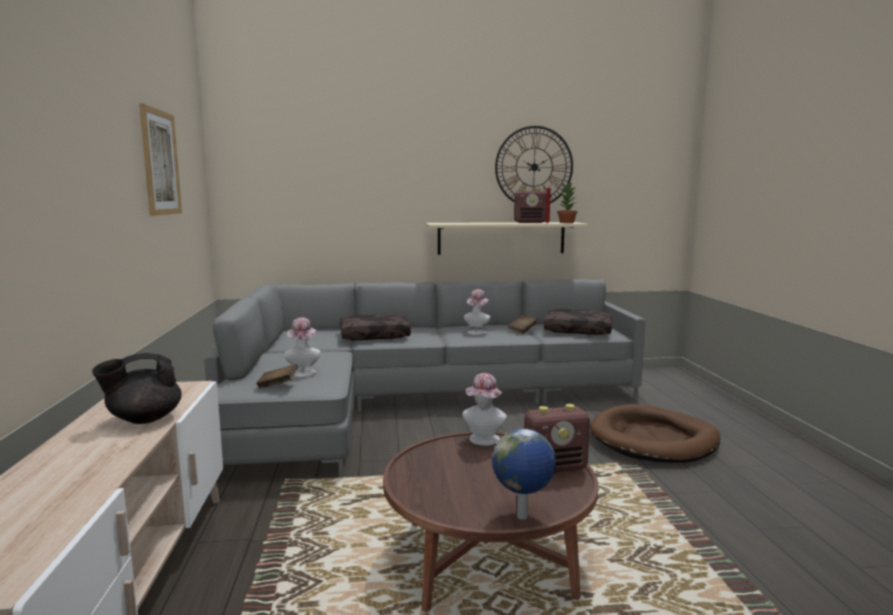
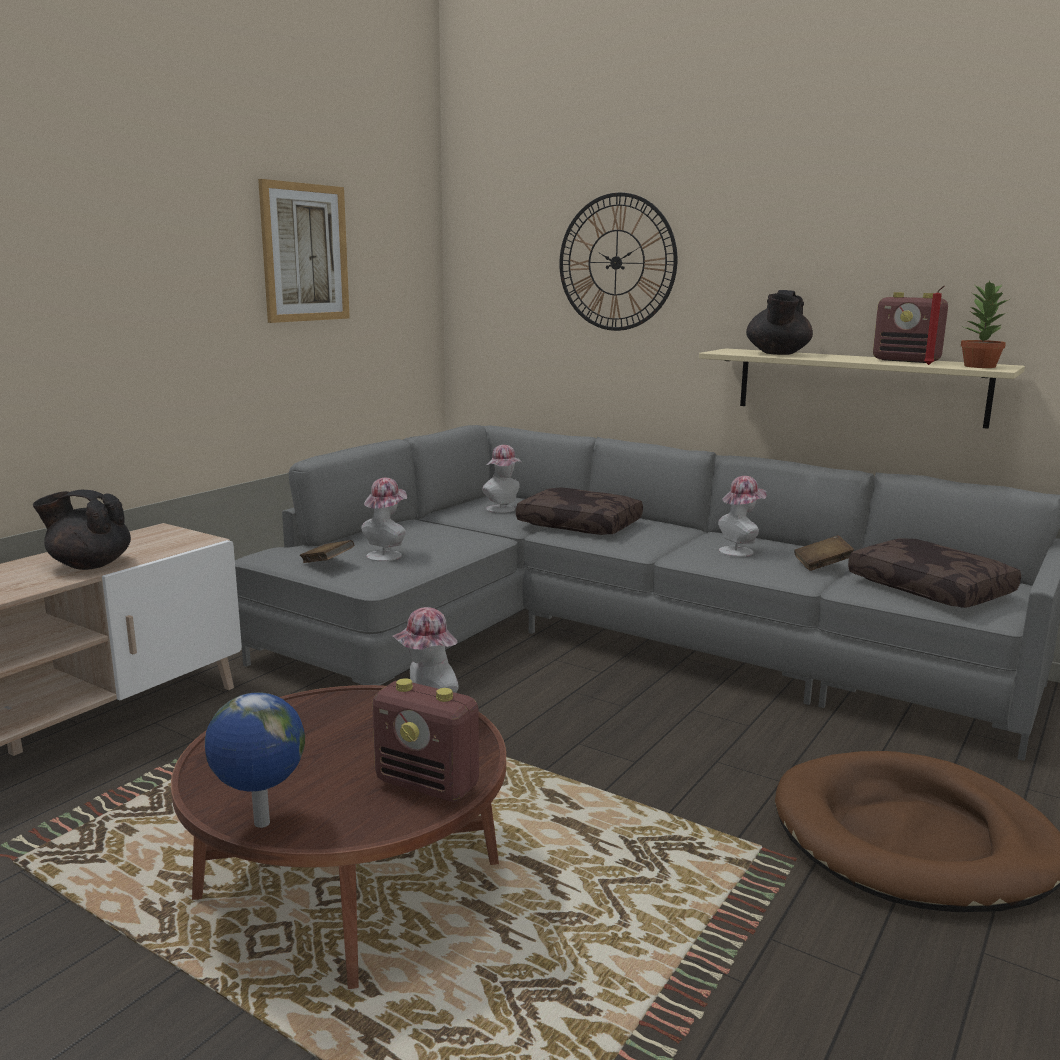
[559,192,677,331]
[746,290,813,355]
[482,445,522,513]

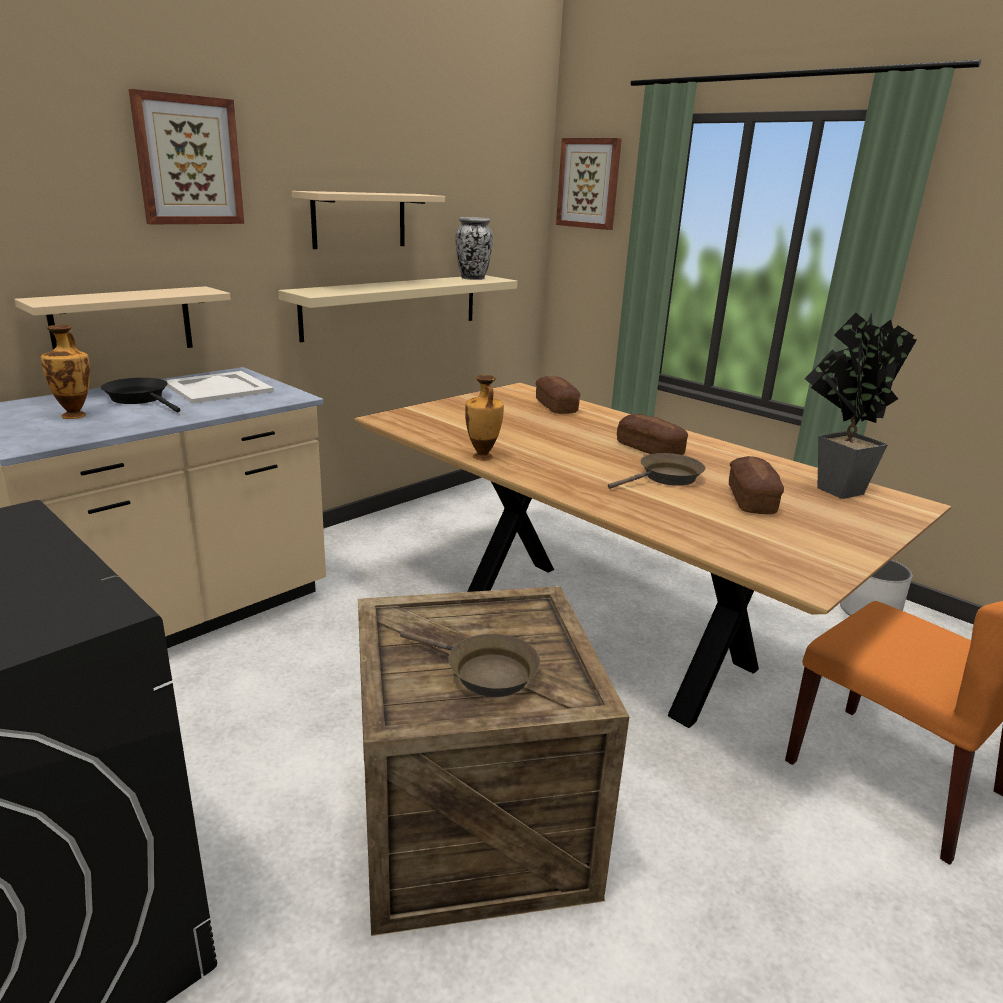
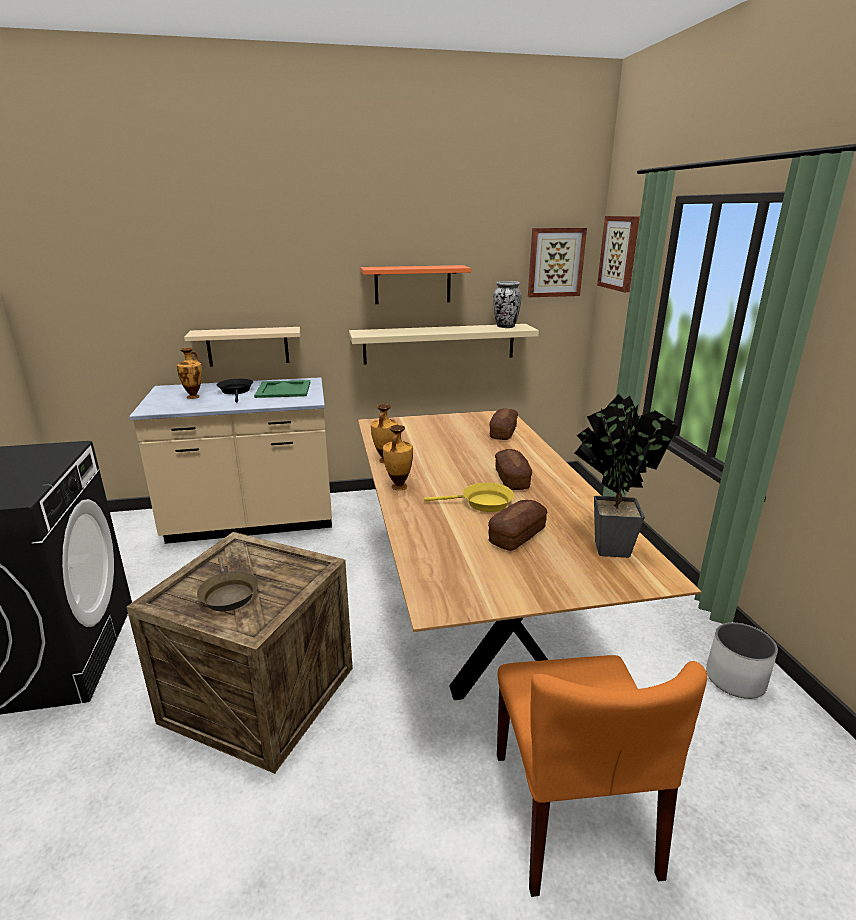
[528,228,587,297]
[360,265,471,304]
[254,380,310,398]
[424,483,514,512]
[383,425,413,490]

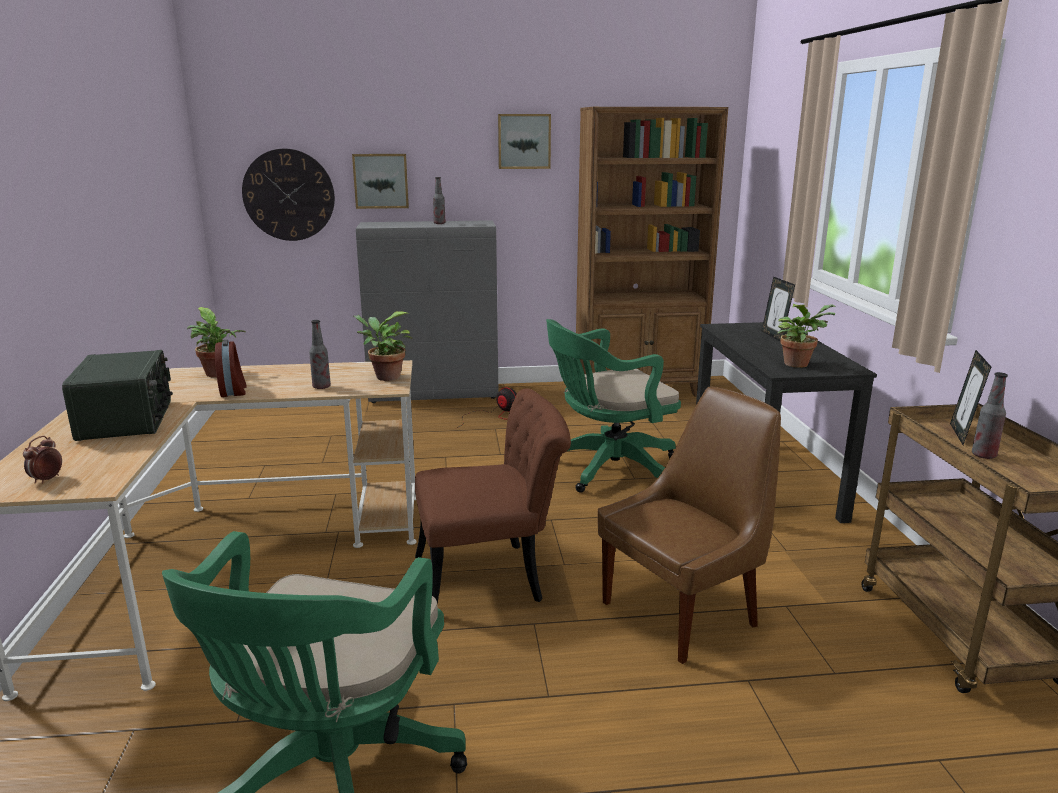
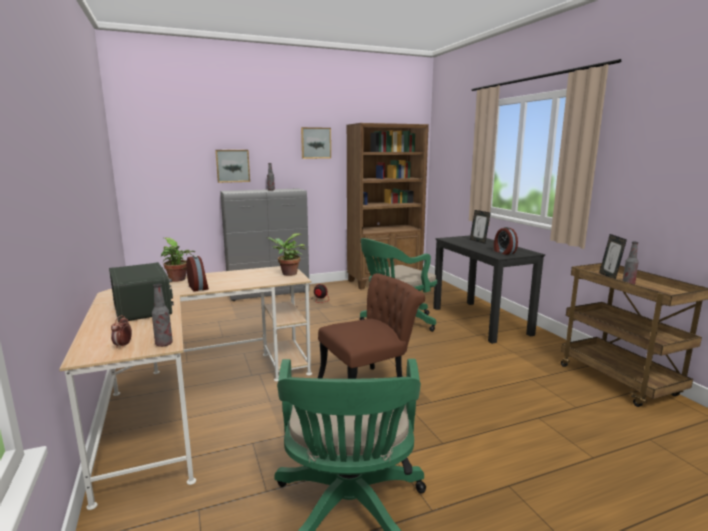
[242,149,335,241] (first image)
[494,227,518,255]
[152,284,173,347]
[597,386,781,664] (first image)

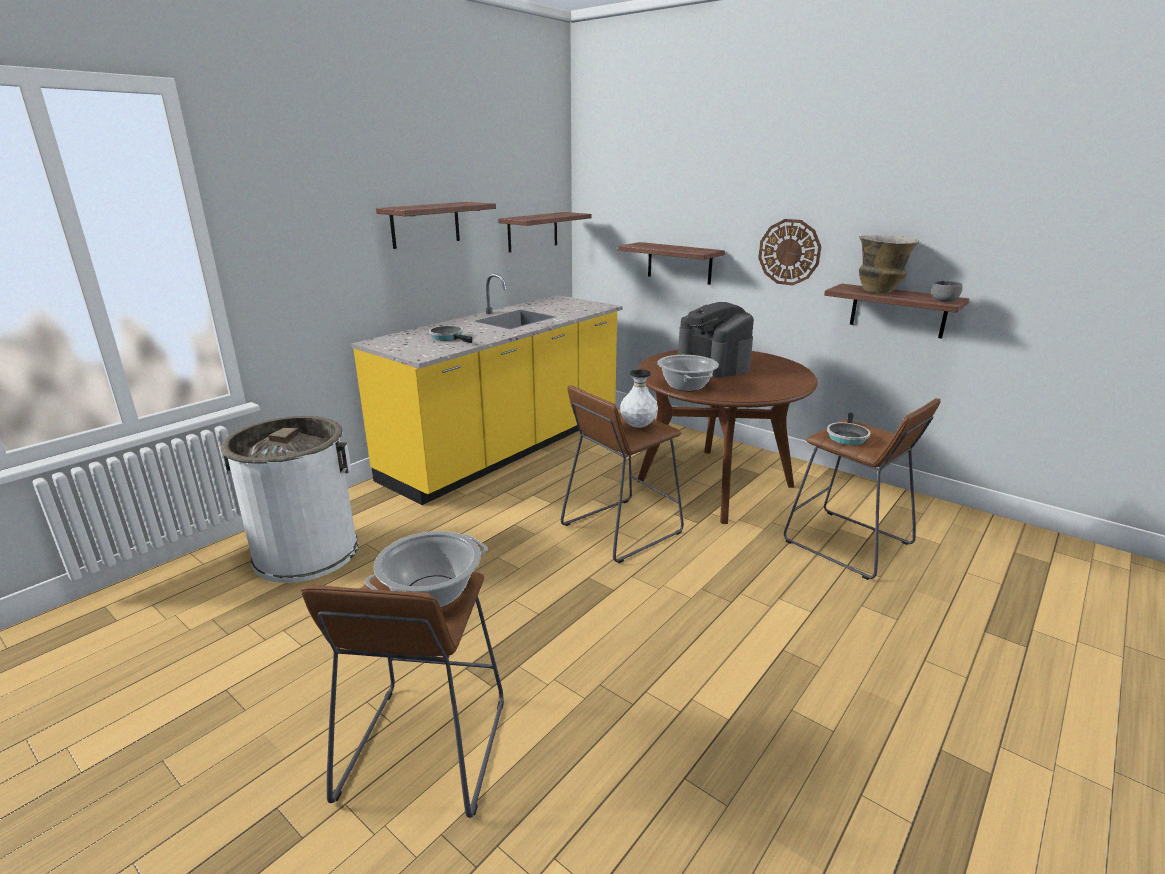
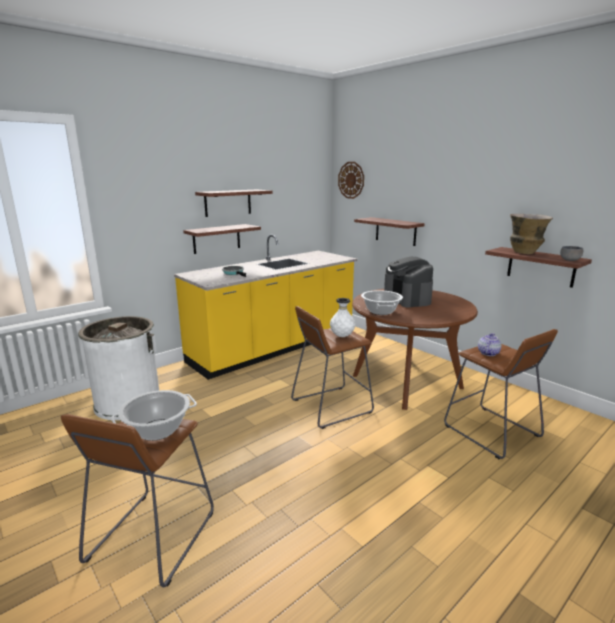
[183,224,261,254]
[338,162,364,199]
[478,333,501,356]

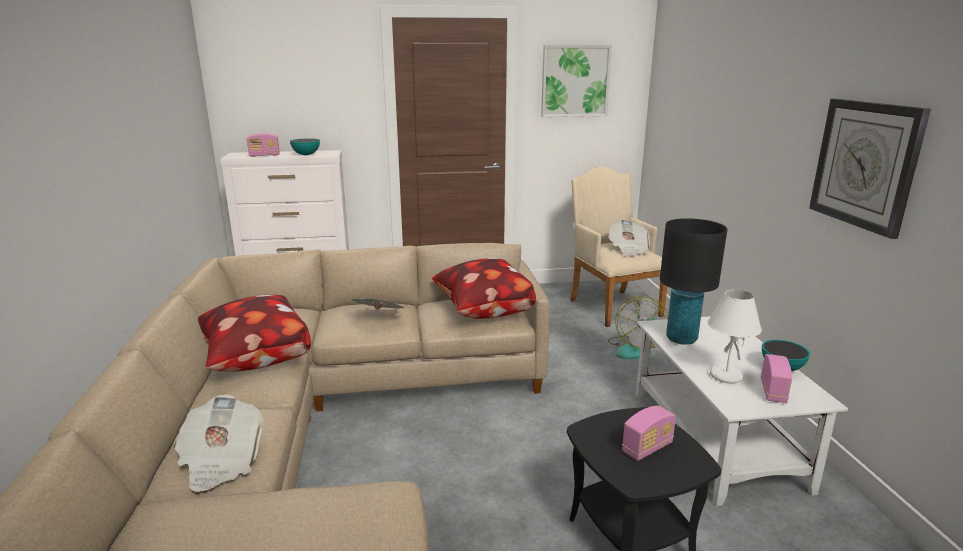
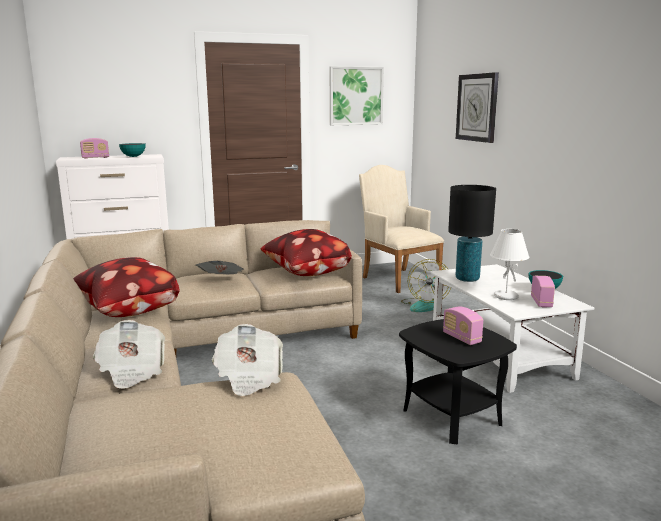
[456,72,499,143]
[212,324,283,396]
[443,307,483,345]

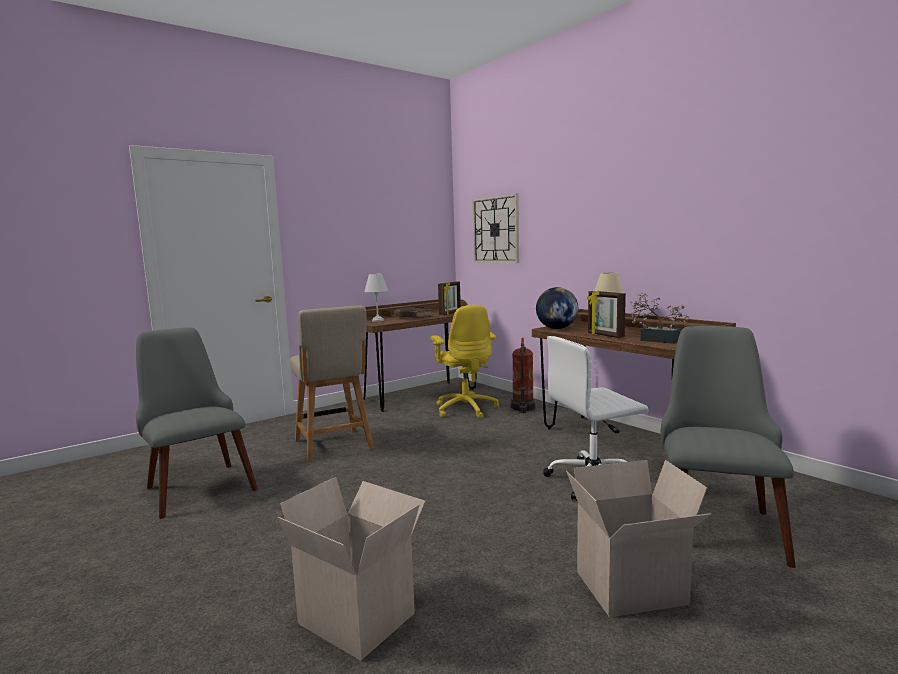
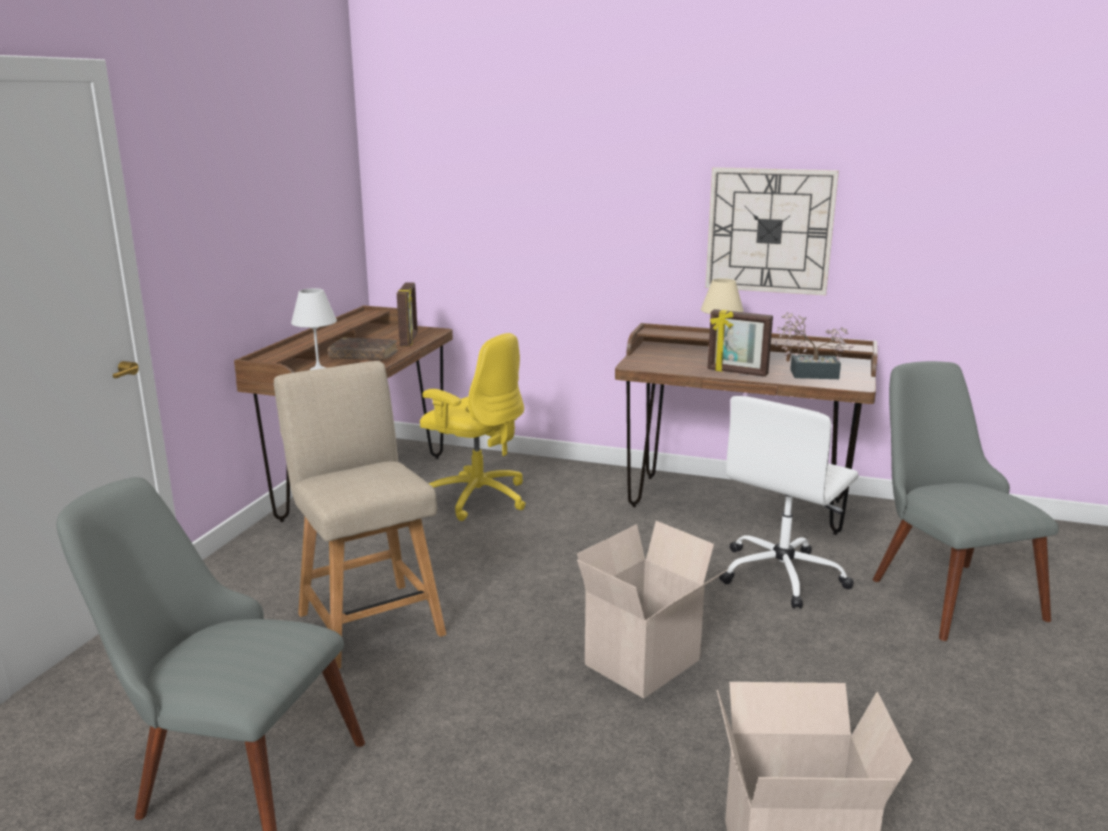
[705,167,839,296]
[536,287,578,329] (first image)
[274,361,447,669]
[510,338,536,413] (first image)
[577,521,728,699]

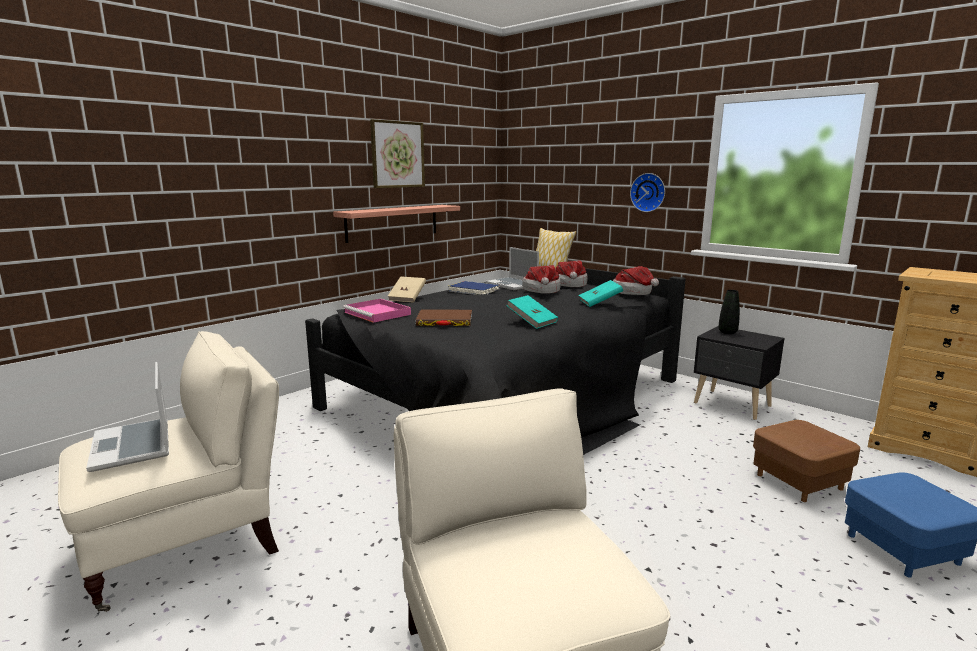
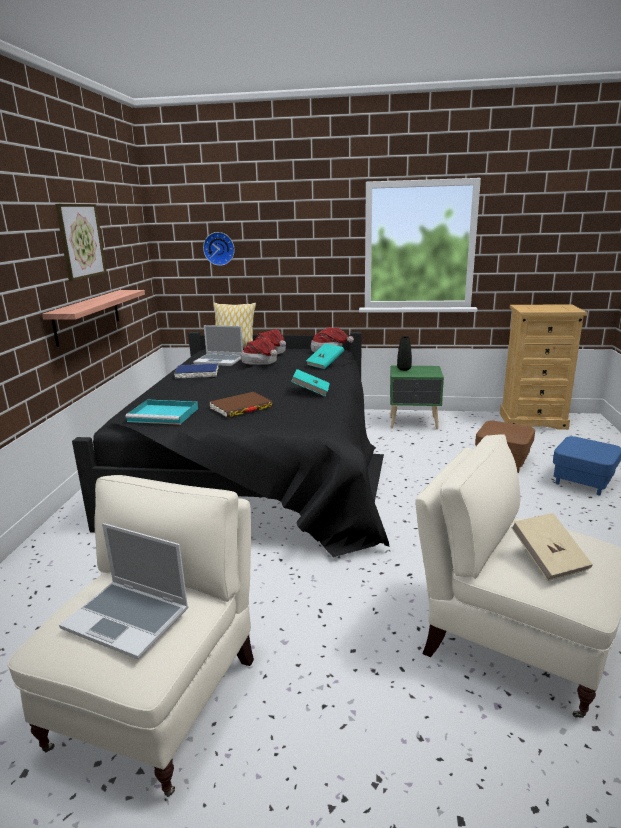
[203,232,235,266]
[511,513,593,581]
[125,399,198,425]
[390,366,444,429]

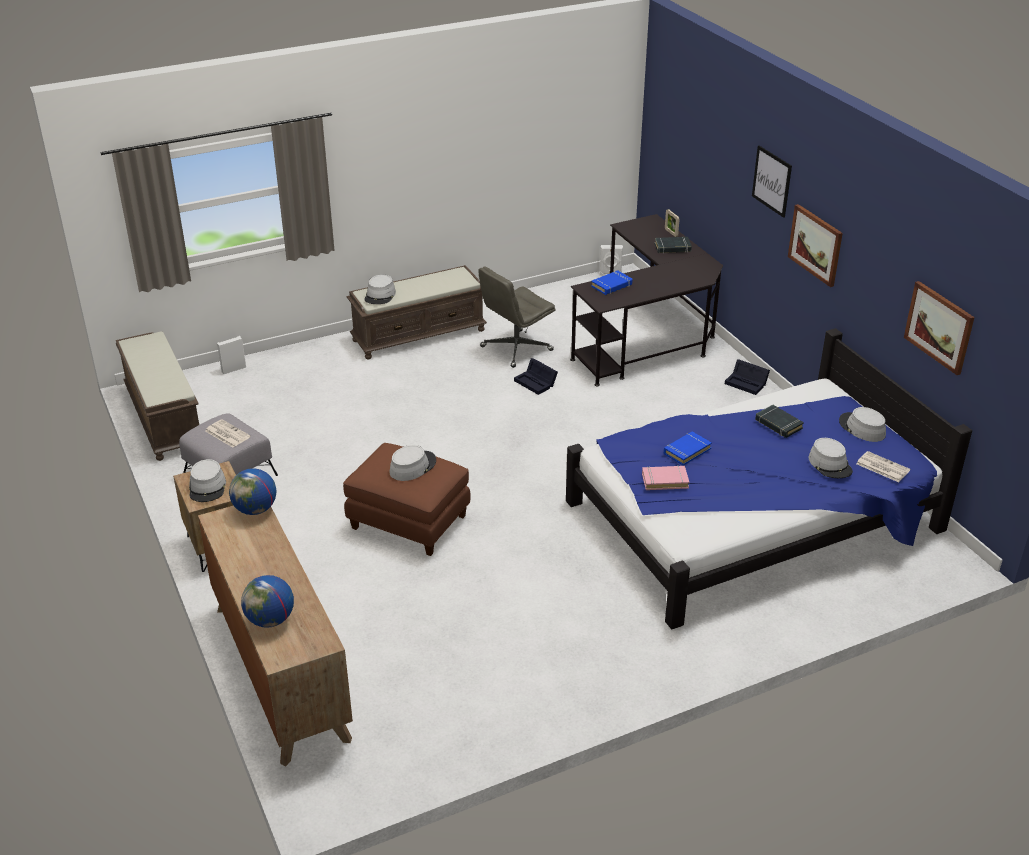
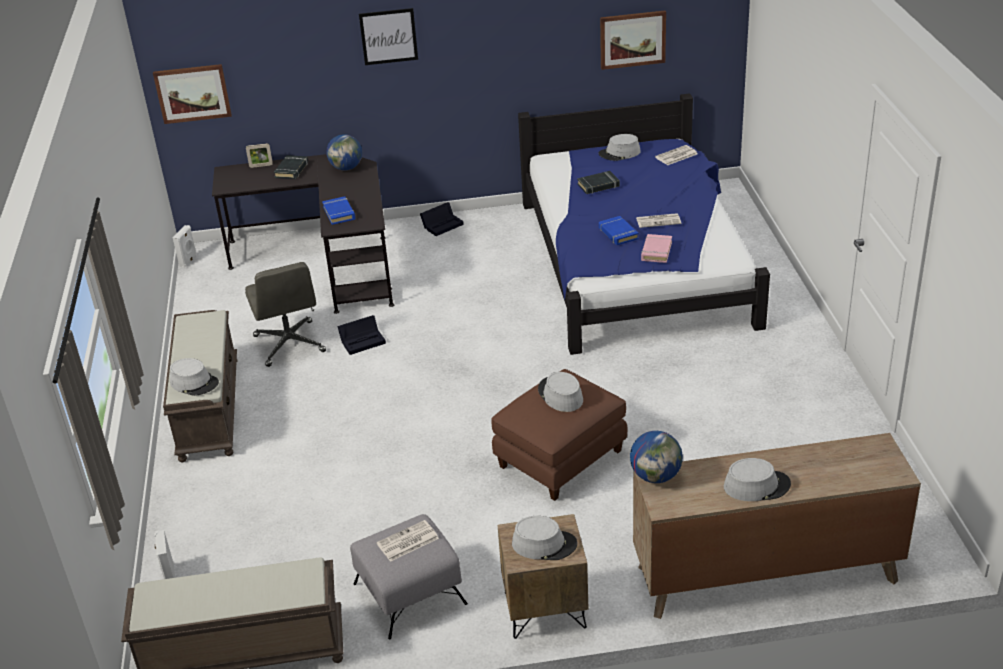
[153,64,232,124]
[724,458,791,501]
[326,134,362,170]
[636,213,681,228]

